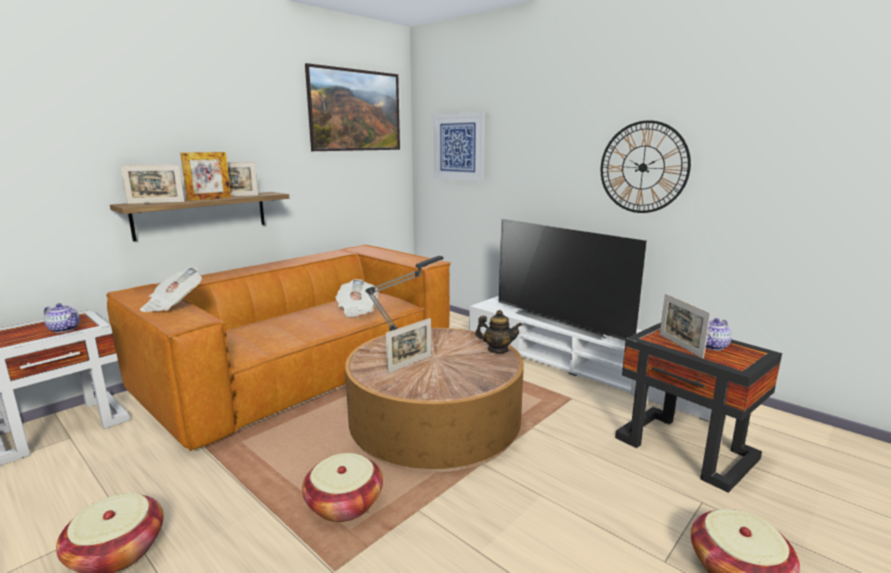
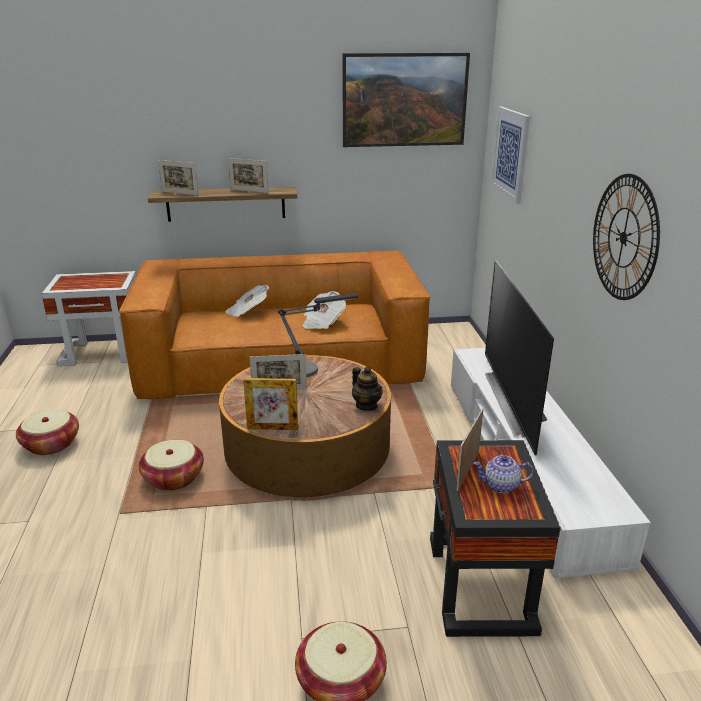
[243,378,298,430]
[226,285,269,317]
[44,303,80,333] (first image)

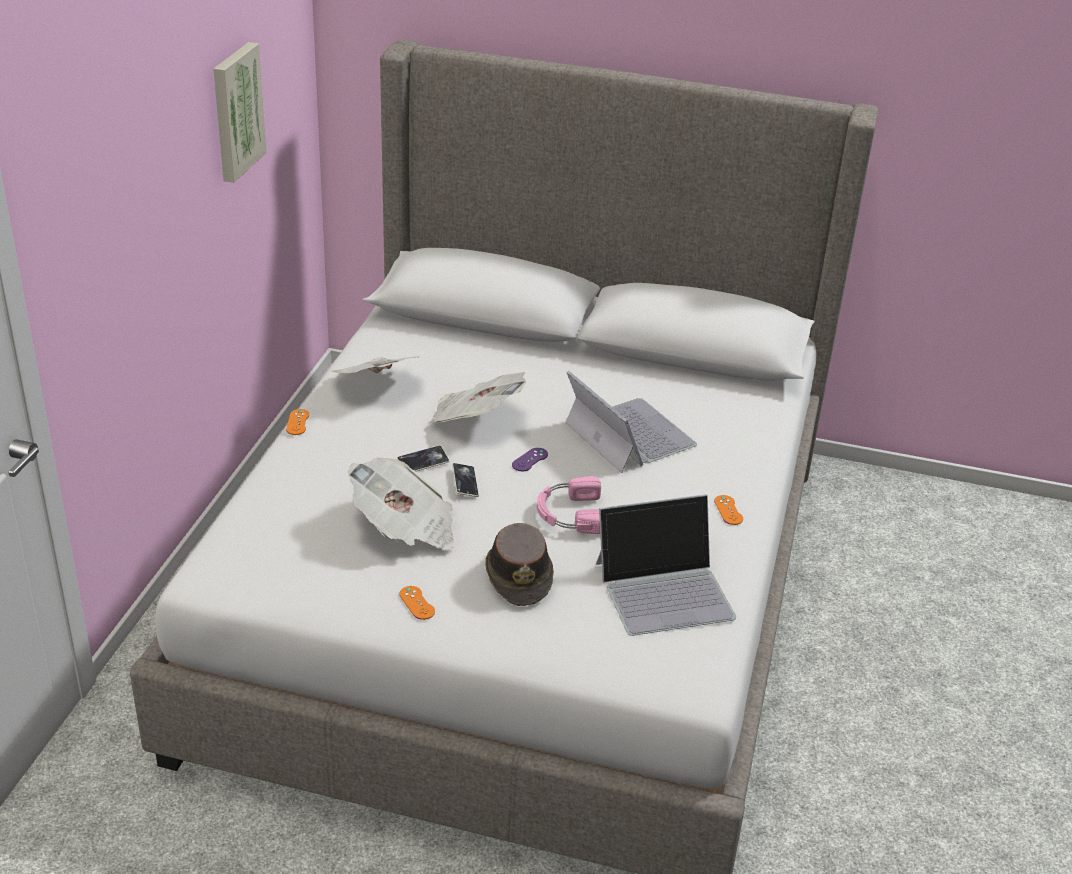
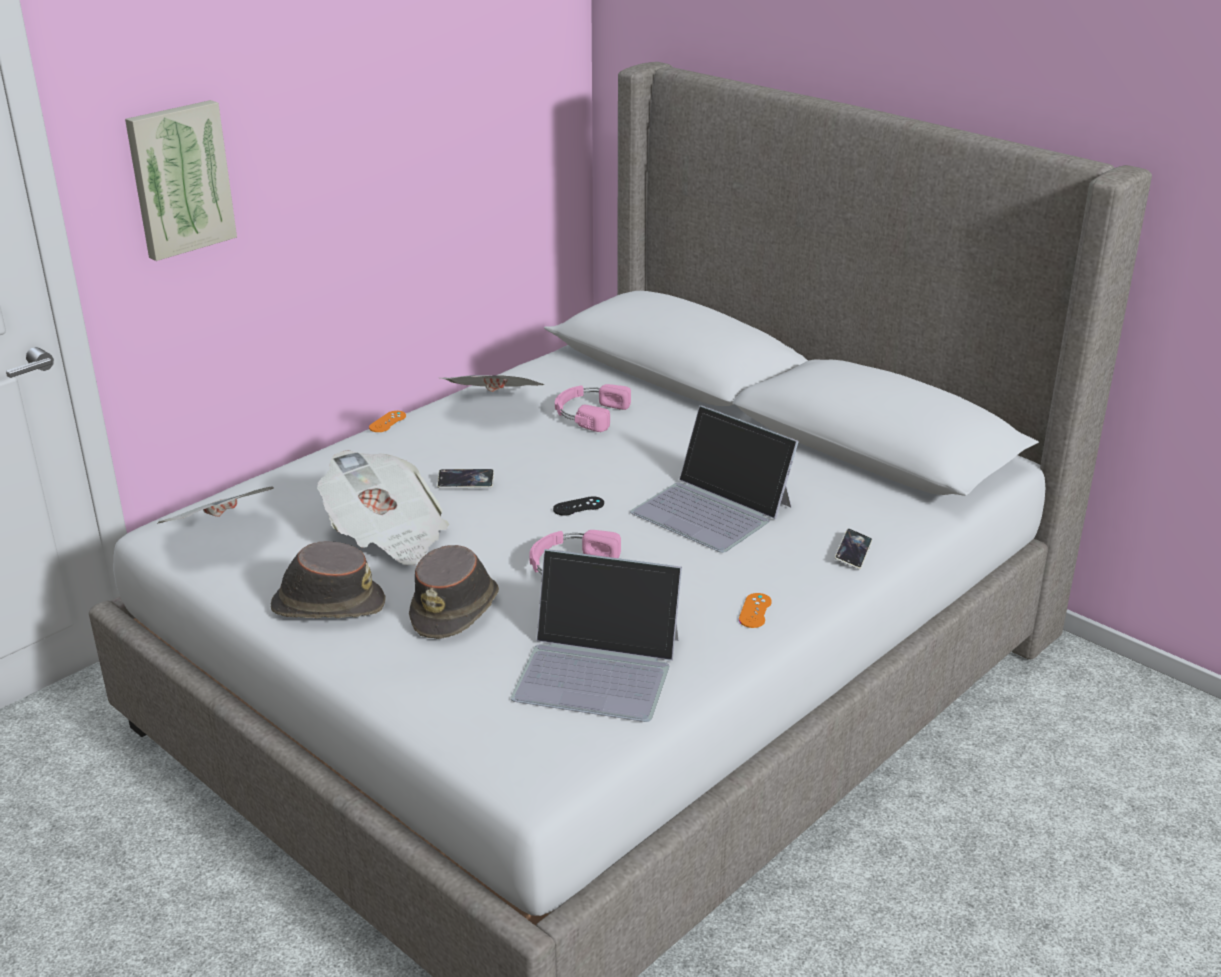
[125,100,237,261]
[630,405,799,553]
[157,486,274,524]
[553,496,604,516]
[834,529,872,569]
[271,541,386,619]
[555,384,631,432]

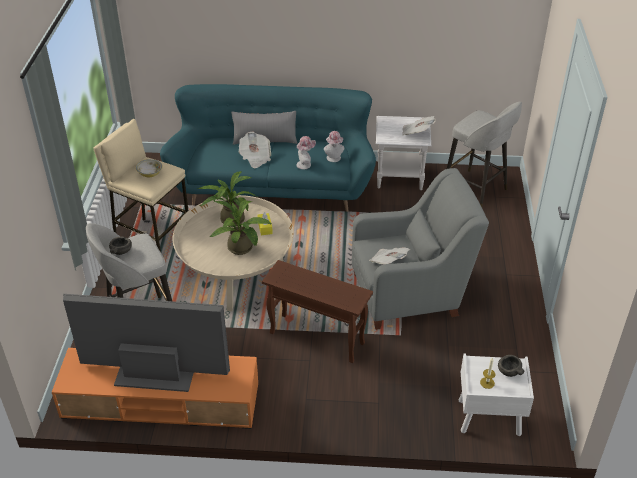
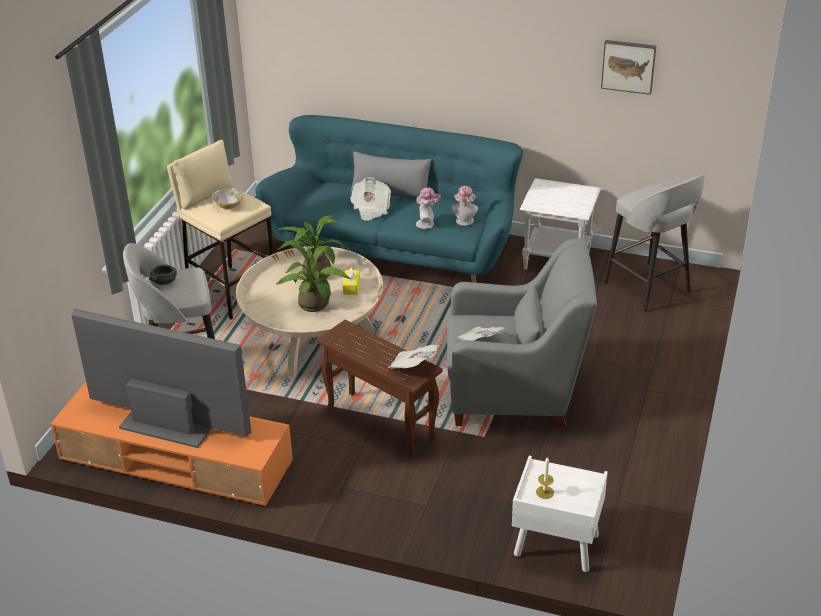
[388,345,440,369]
[498,355,525,377] (first image)
[601,40,656,95]

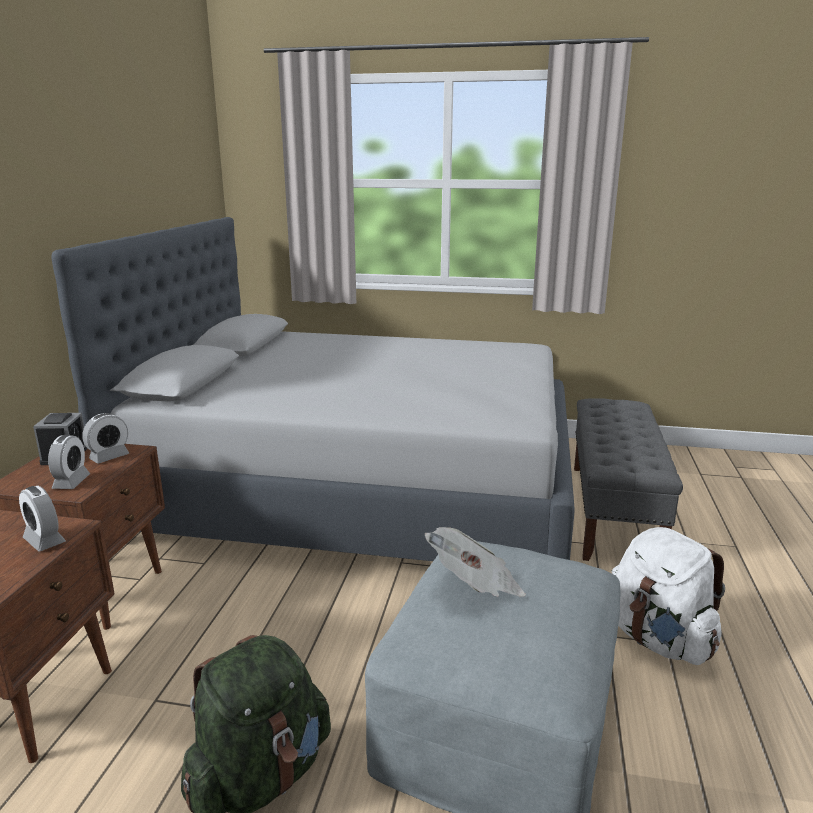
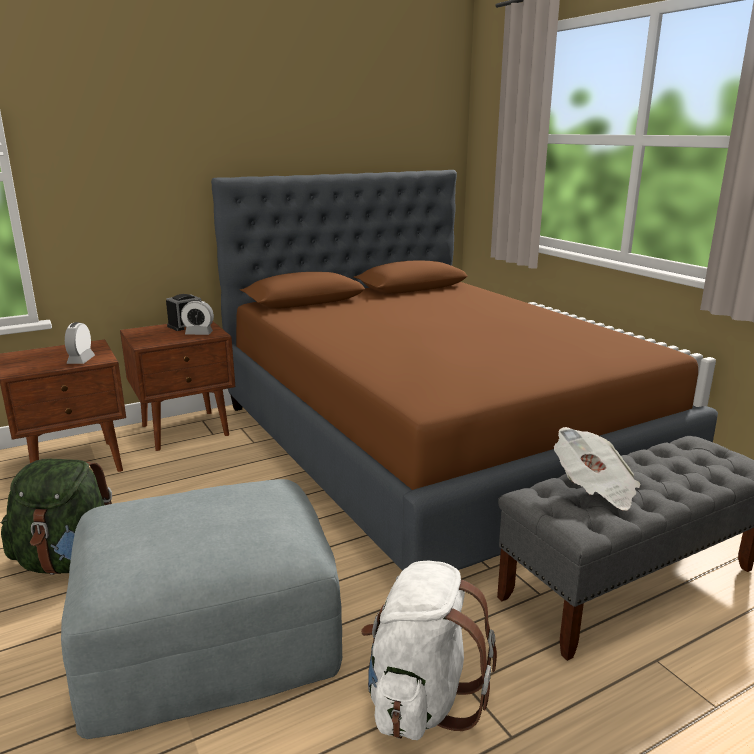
[211,170,718,571]
[48,435,90,489] (first image)
[554,427,640,511]

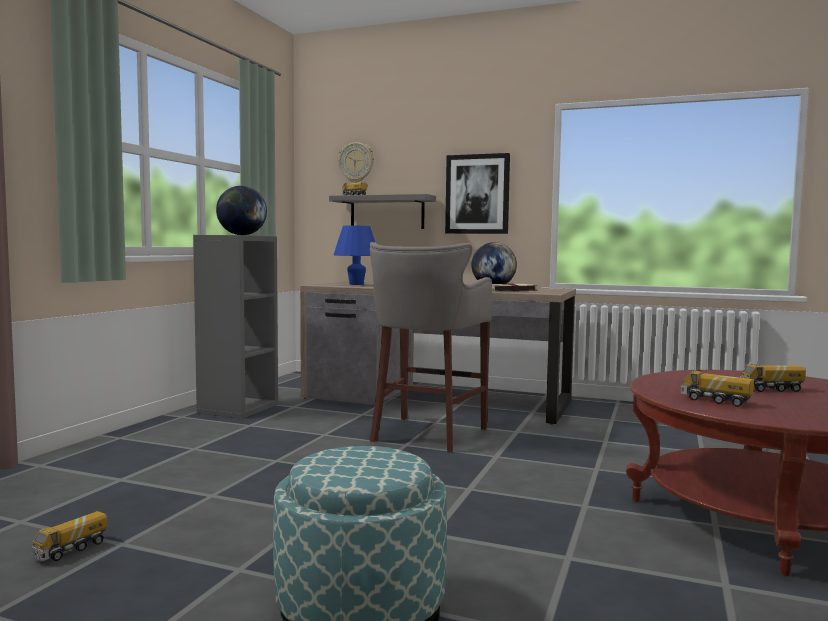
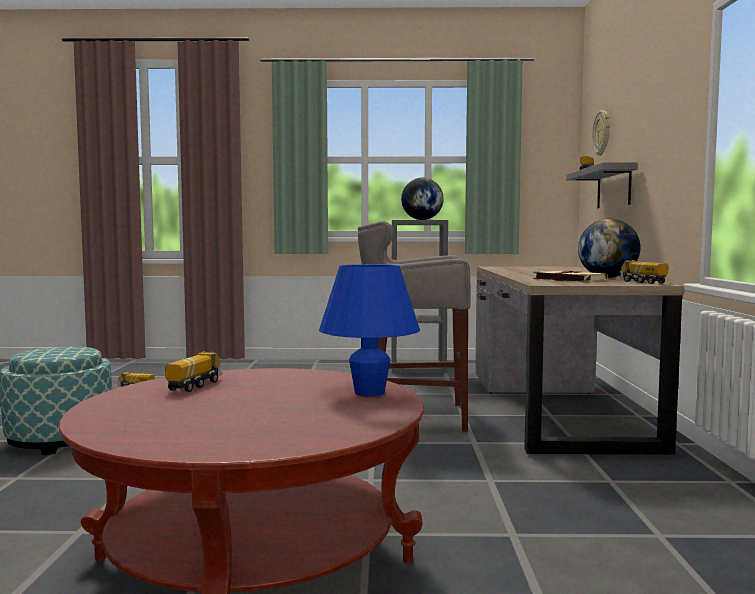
[445,153,510,234] (first image)
[319,264,420,397]
[620,260,668,284]

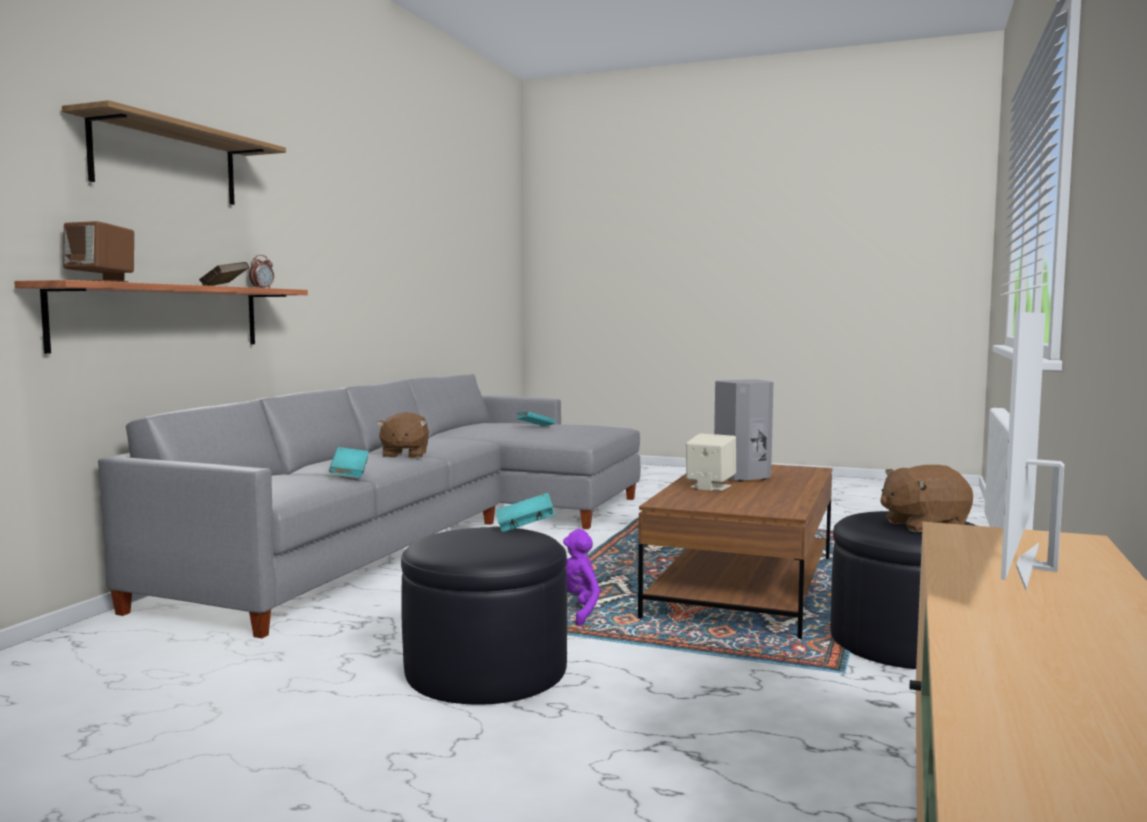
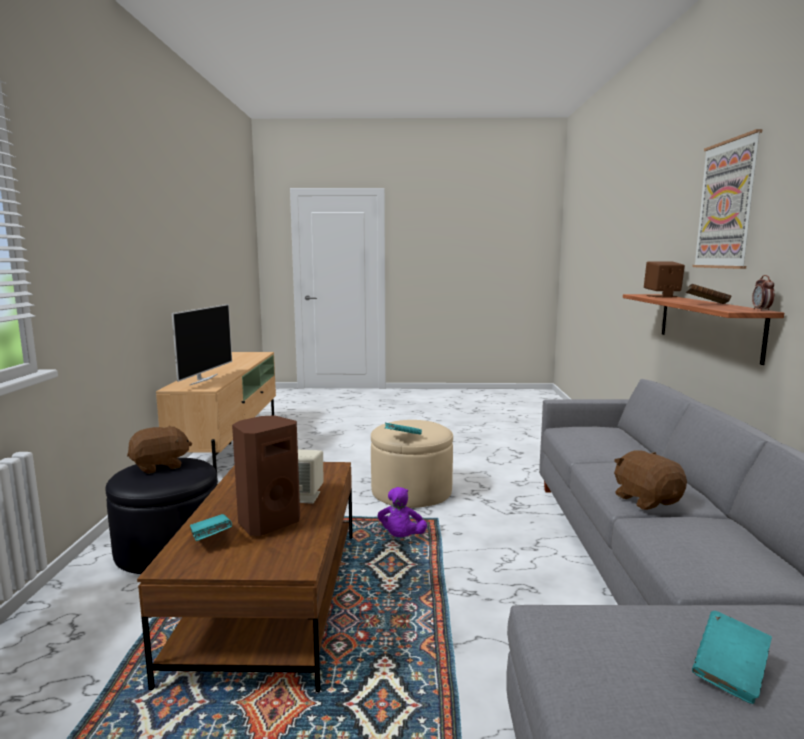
[692,129,762,269]
[232,415,300,536]
[190,514,232,541]
[371,420,453,508]

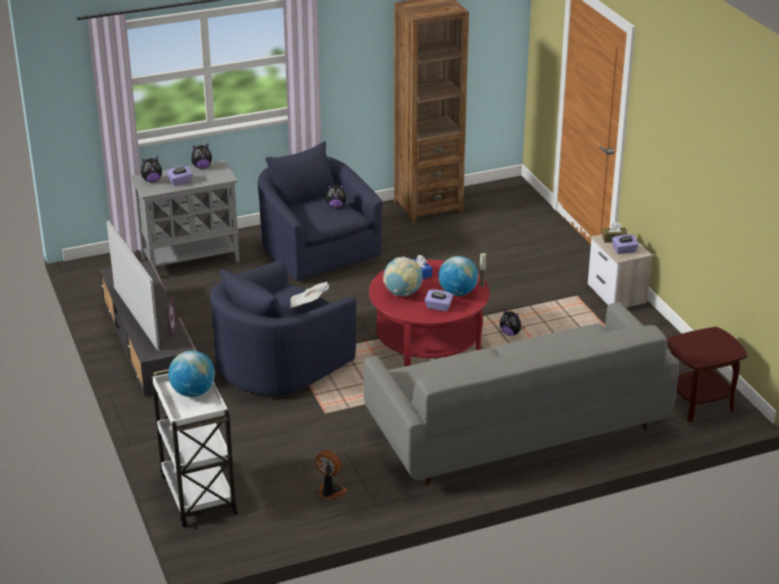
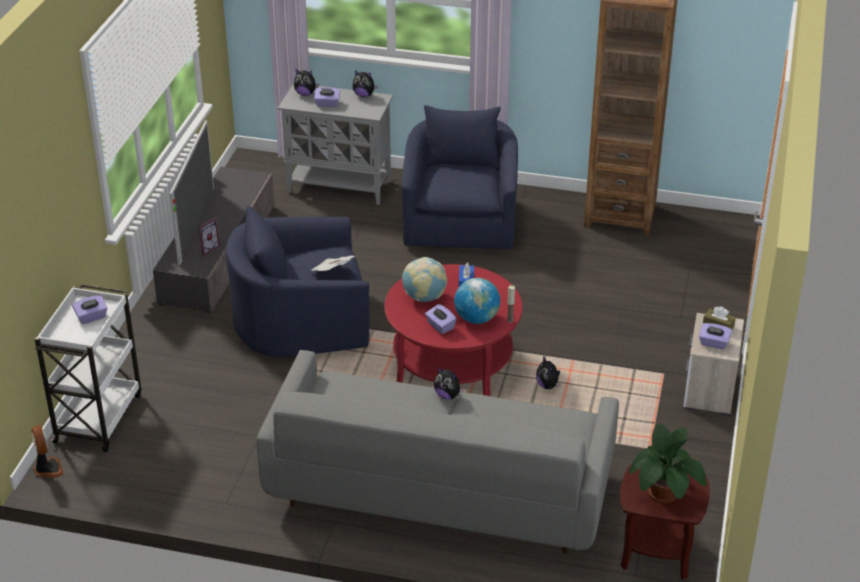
[434,367,465,400]
[72,296,107,324]
[31,425,64,478]
[629,424,706,503]

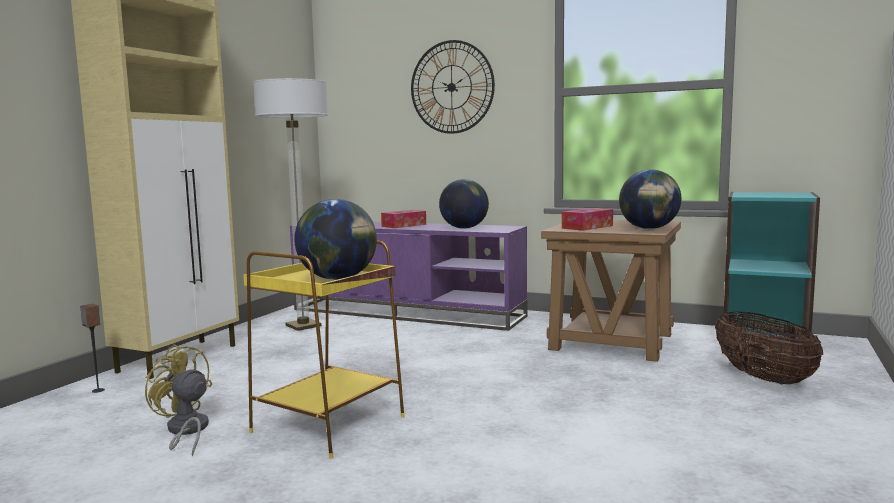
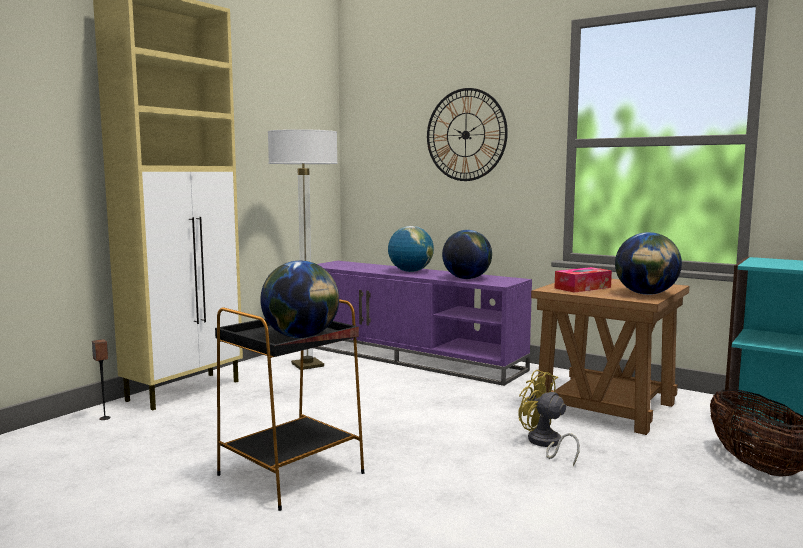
[388,226,434,272]
[215,299,364,511]
[518,370,580,466]

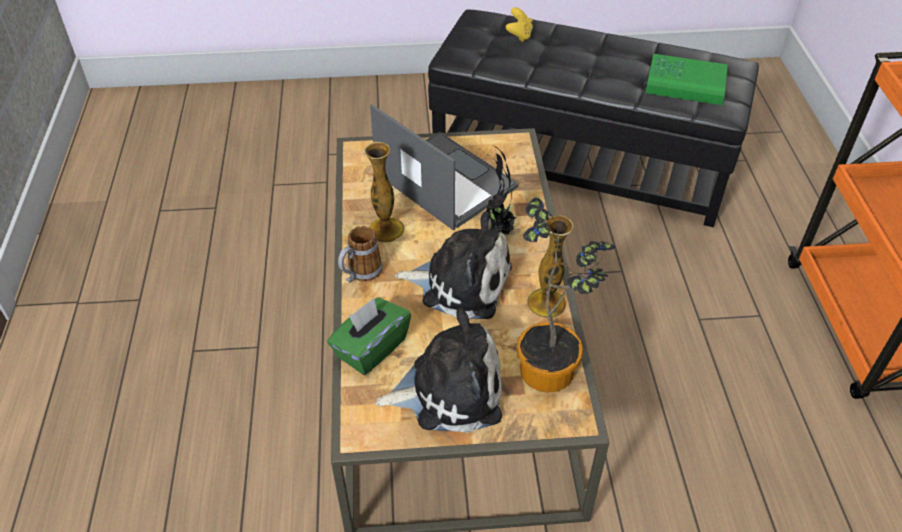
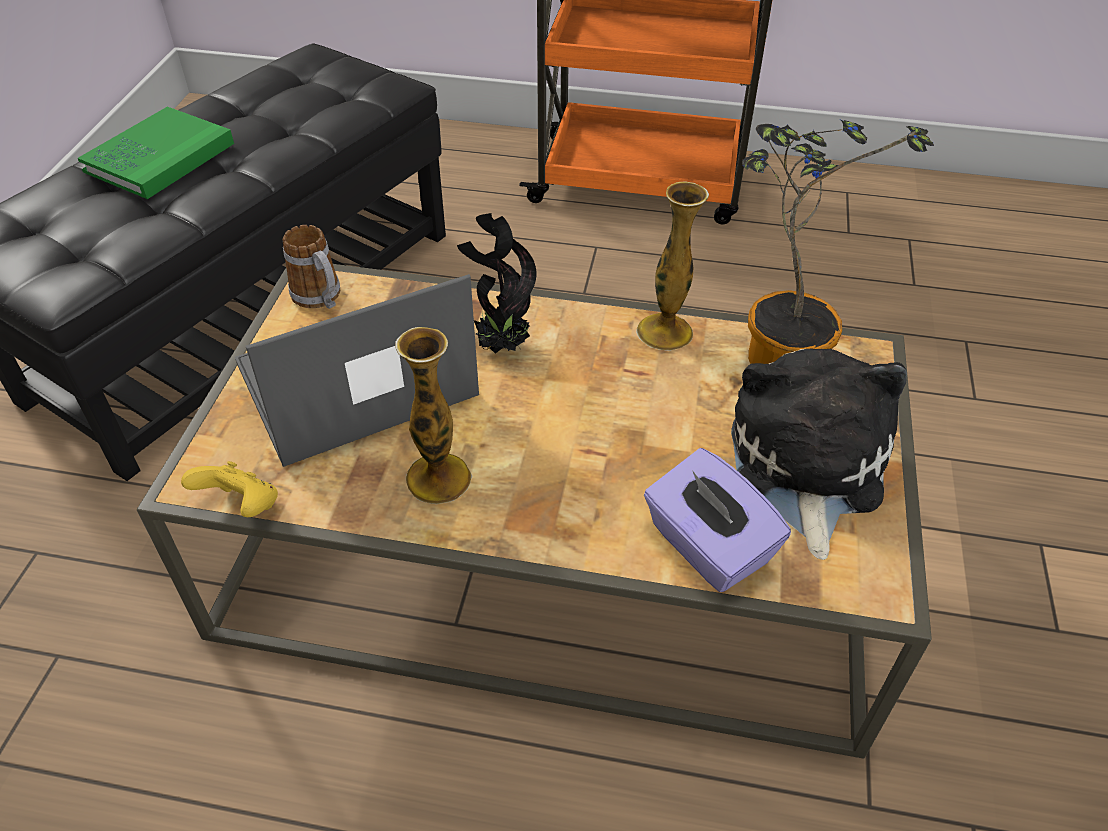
[181,461,278,517]
[78,107,234,199]
[395,211,512,319] (first image)
[283,225,340,309]
[644,448,791,592]

